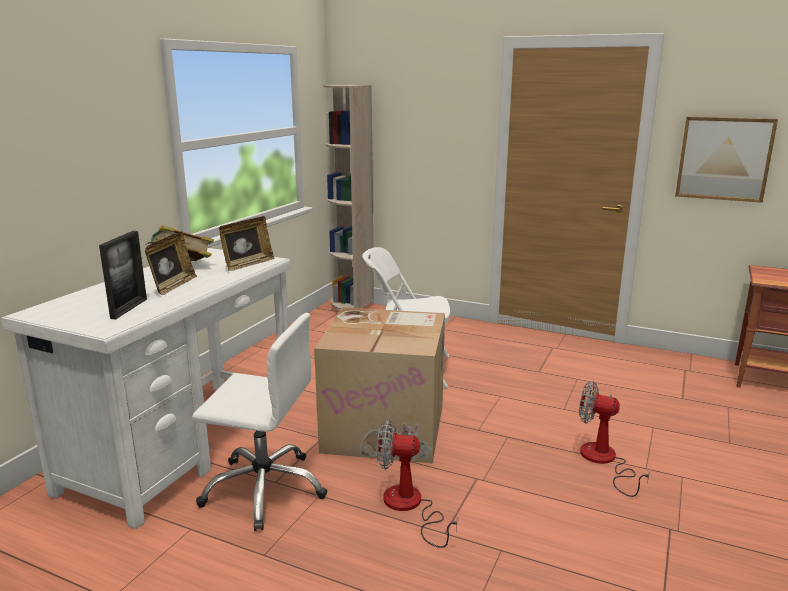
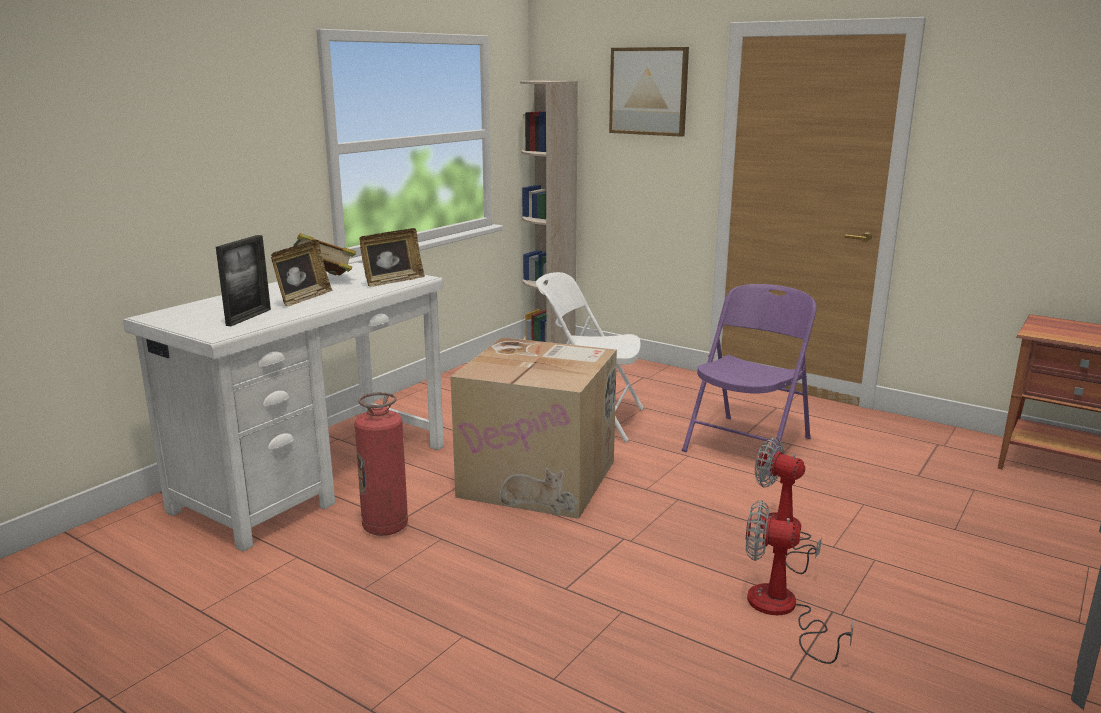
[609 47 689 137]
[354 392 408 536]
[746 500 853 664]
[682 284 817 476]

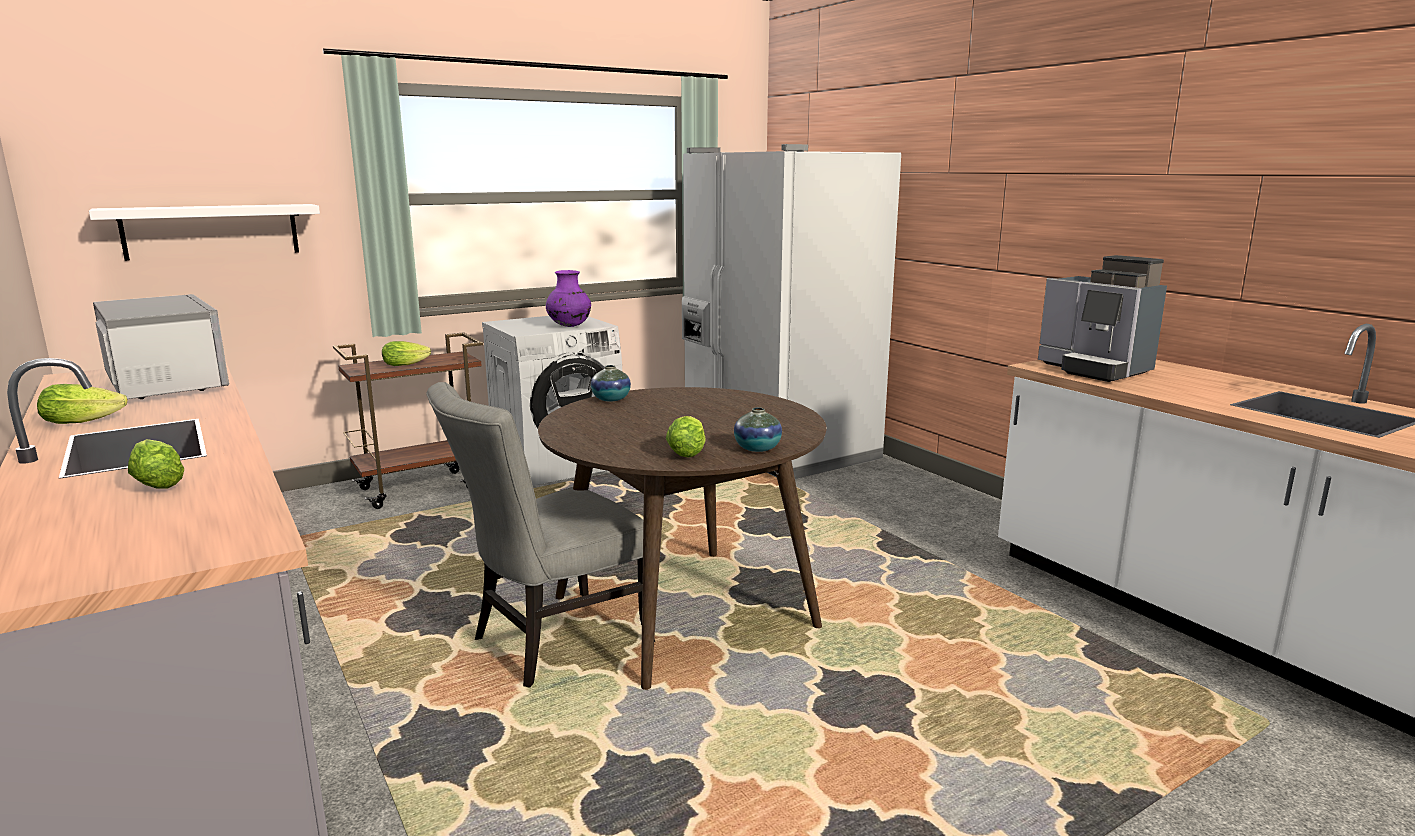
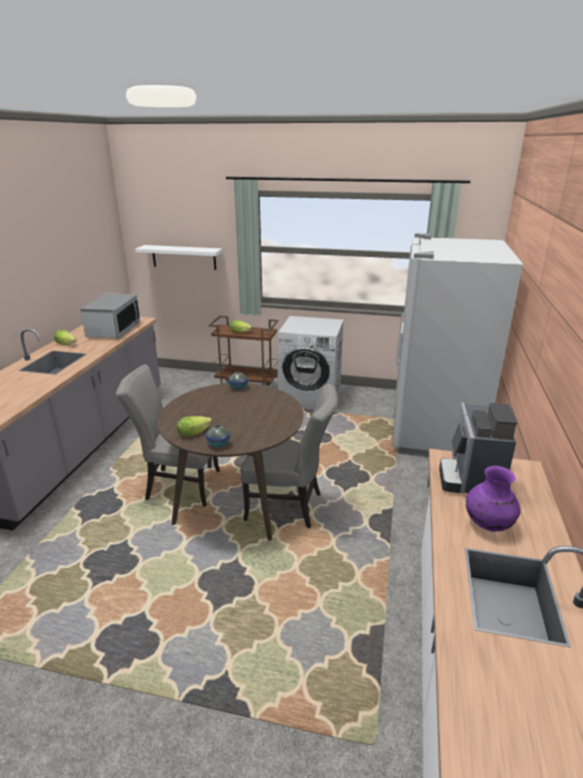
[466 466 521 531]
[128 439 184 489] (first image)
[241 384 338 528]

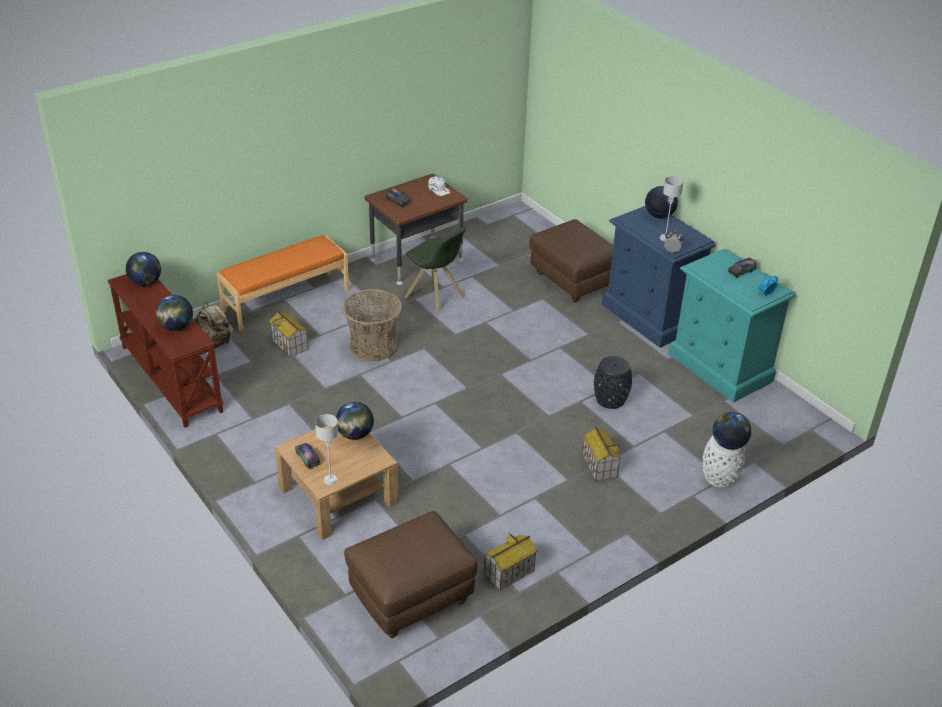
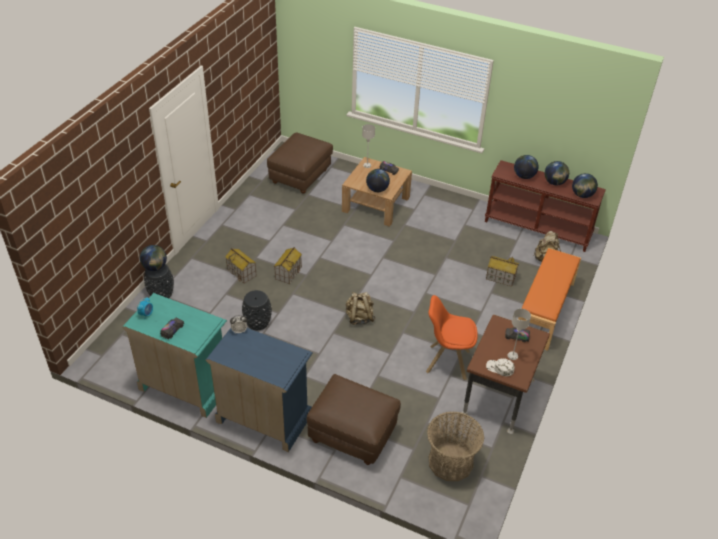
[507 309 531 360]
[545 161 569 185]
[426 295 478 380]
[427 411 484 481]
[144 264 174 298]
[274 247 302 284]
[346 292 376 325]

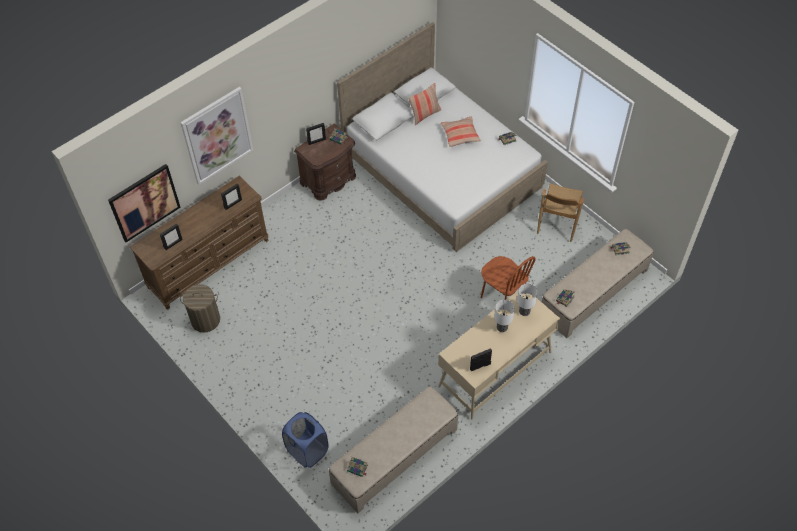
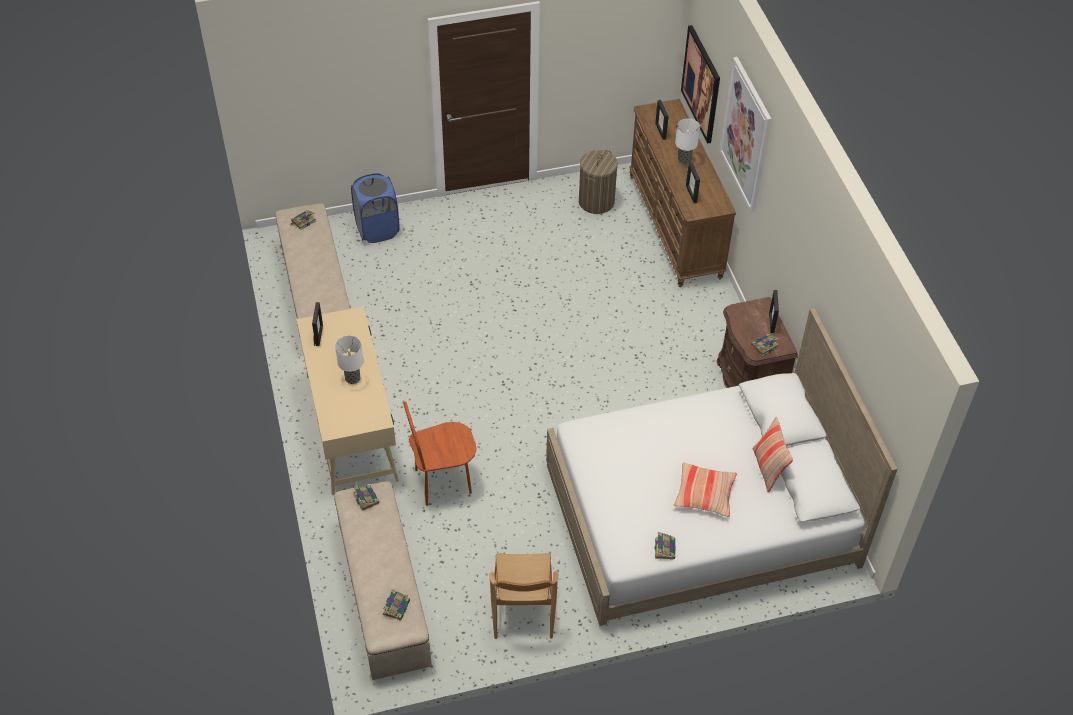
[489 553 559 639]
[675 118 700 165]

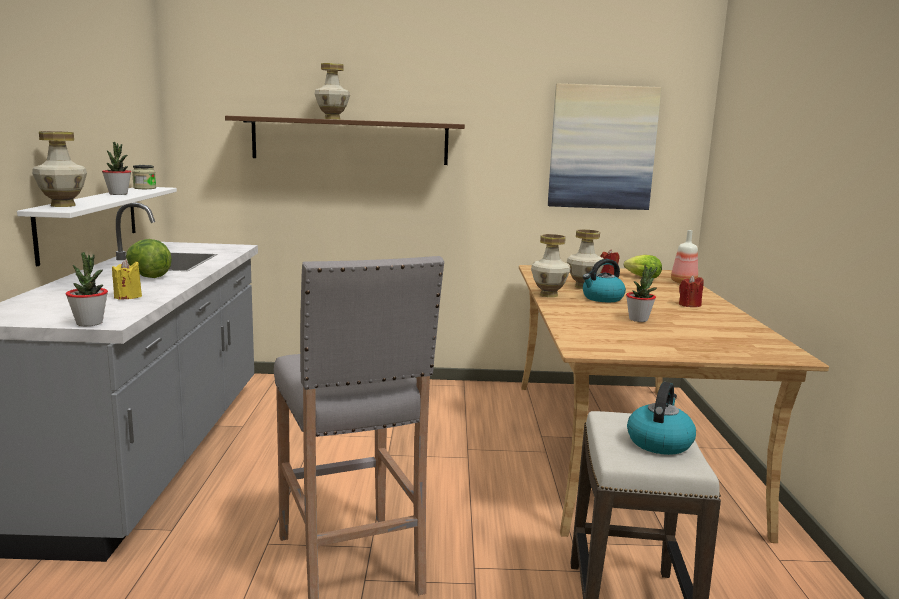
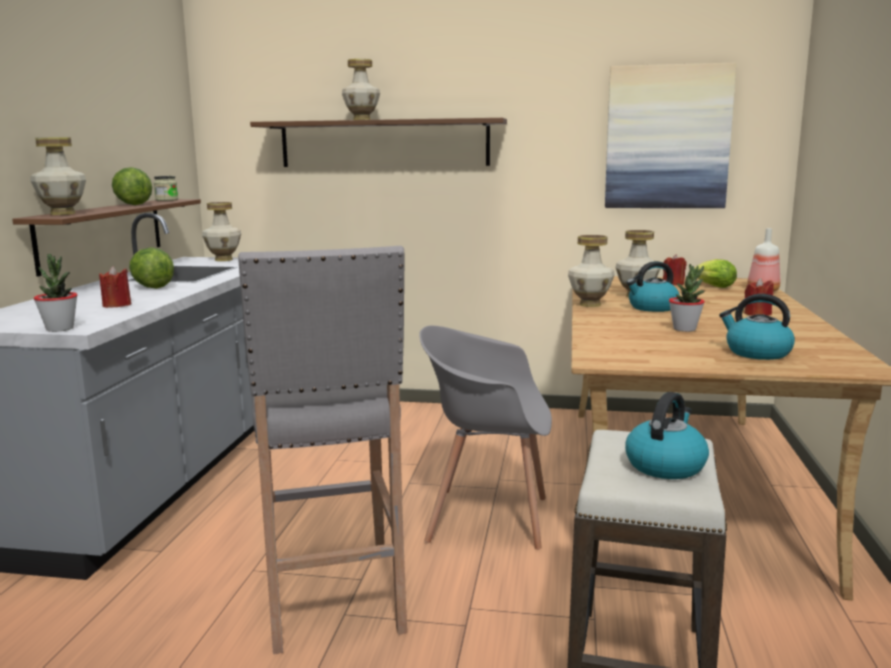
[112 167 152 205]
[12 199 201 277]
[99 266 131 308]
[202 202 241 261]
[719 294 795 360]
[419 326 552 550]

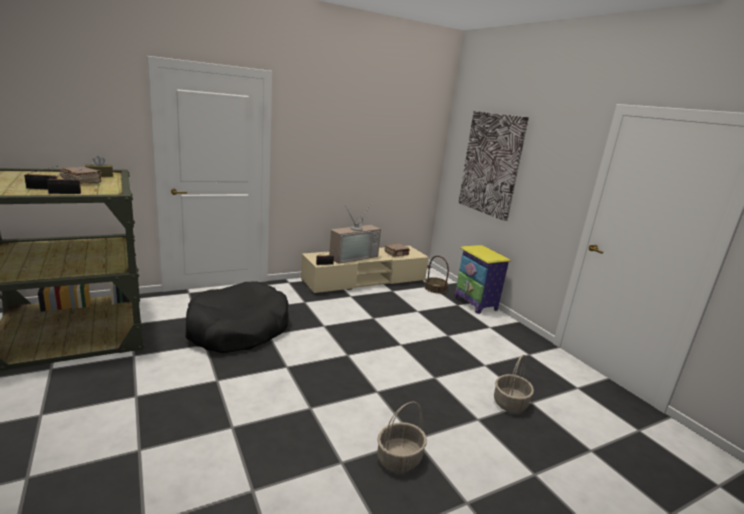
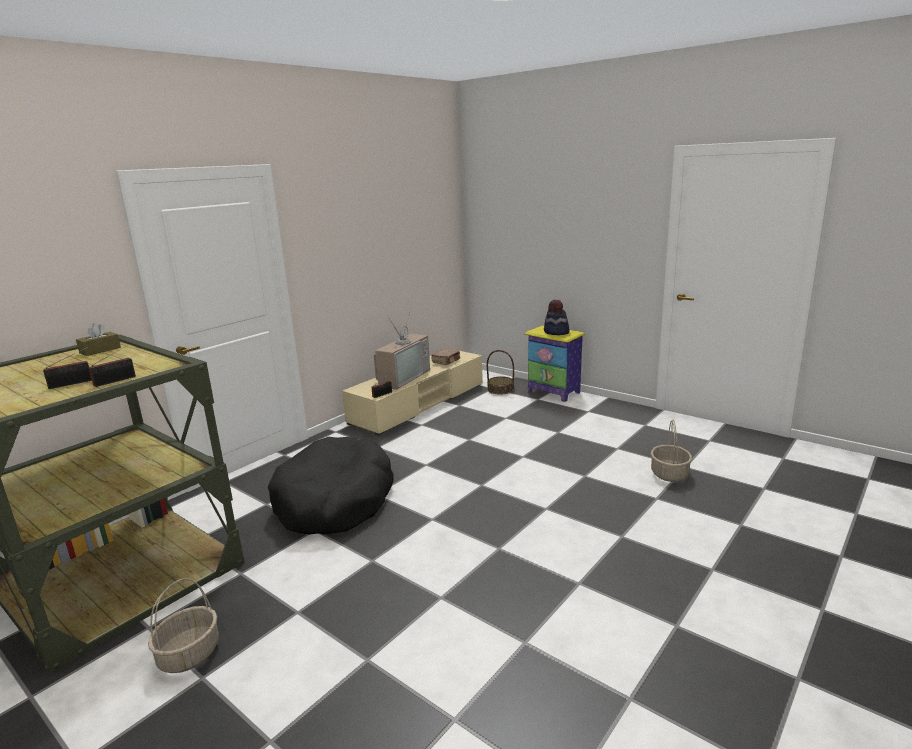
[458 111 529 221] (first image)
[60 166 102 184] (first image)
[148 578 219 673]
[544 300 570 335]

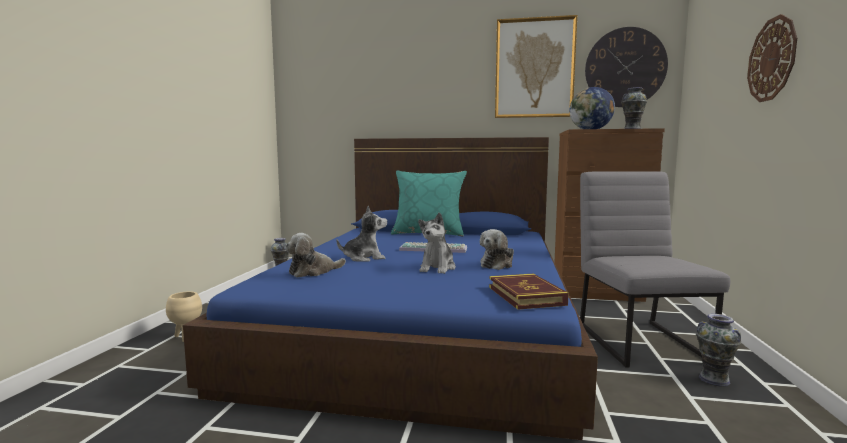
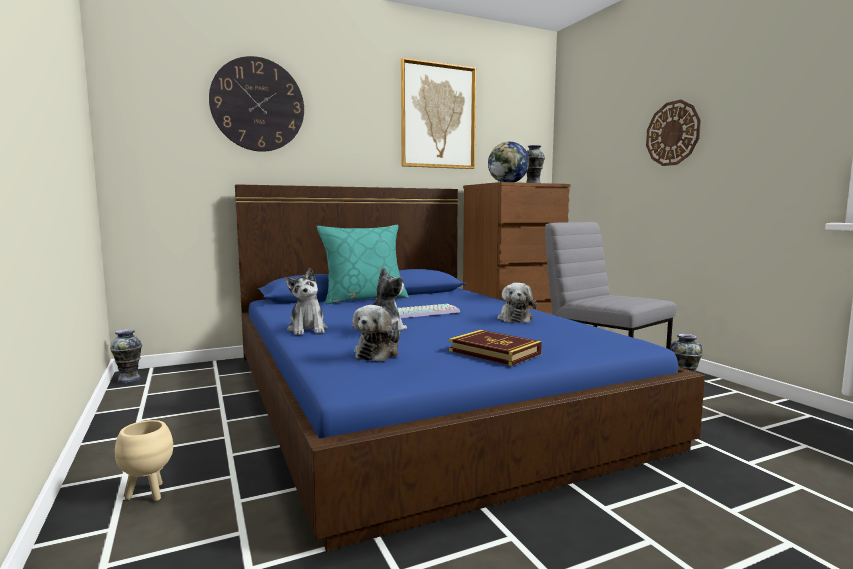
[209 56 304 152]
[285 268 327 335]
[449 330 542 366]

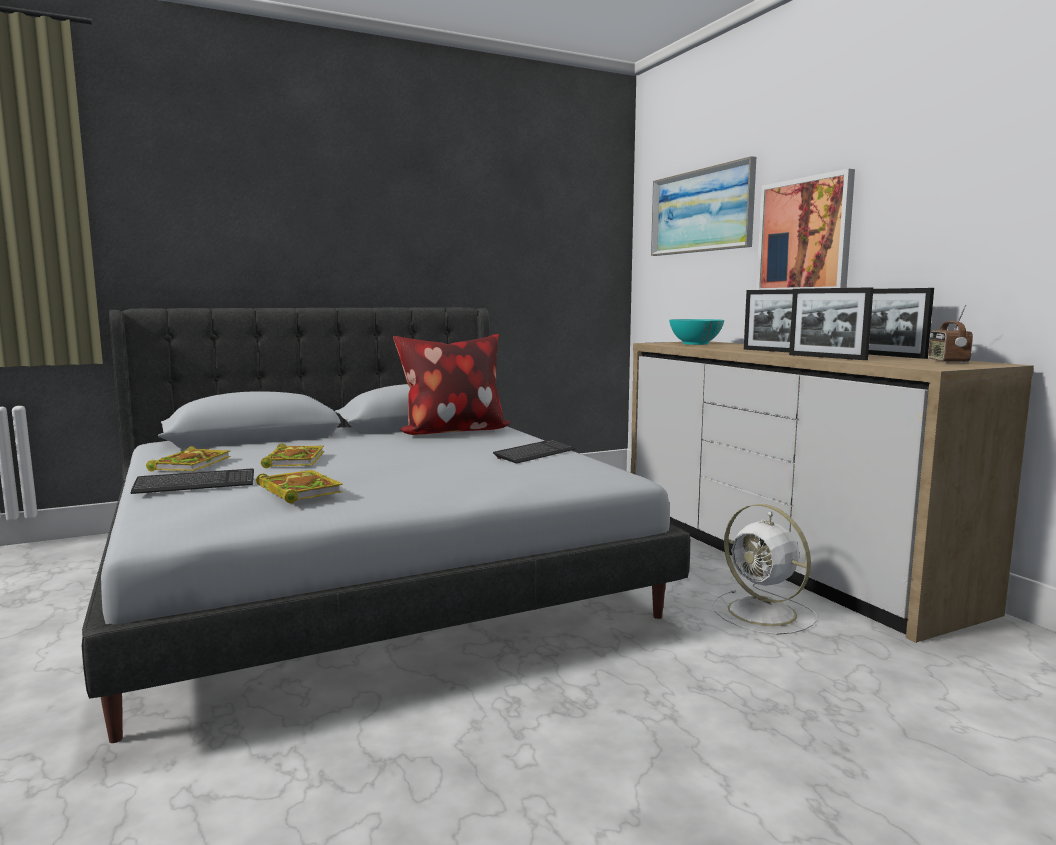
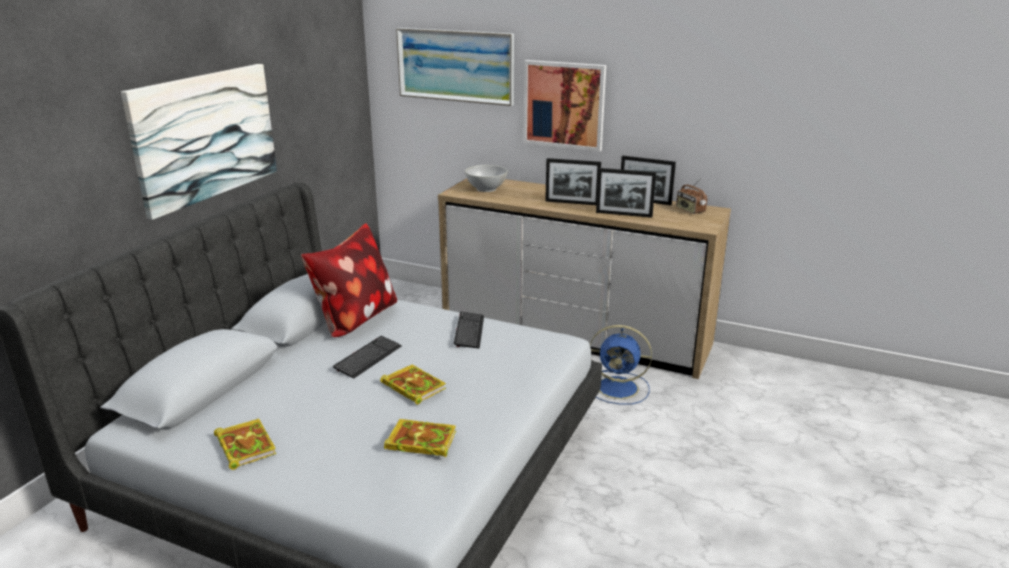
[465 165 508 192]
[380 365 446 405]
[333 336 402 379]
[590 325 652 405]
[121 64 277 220]

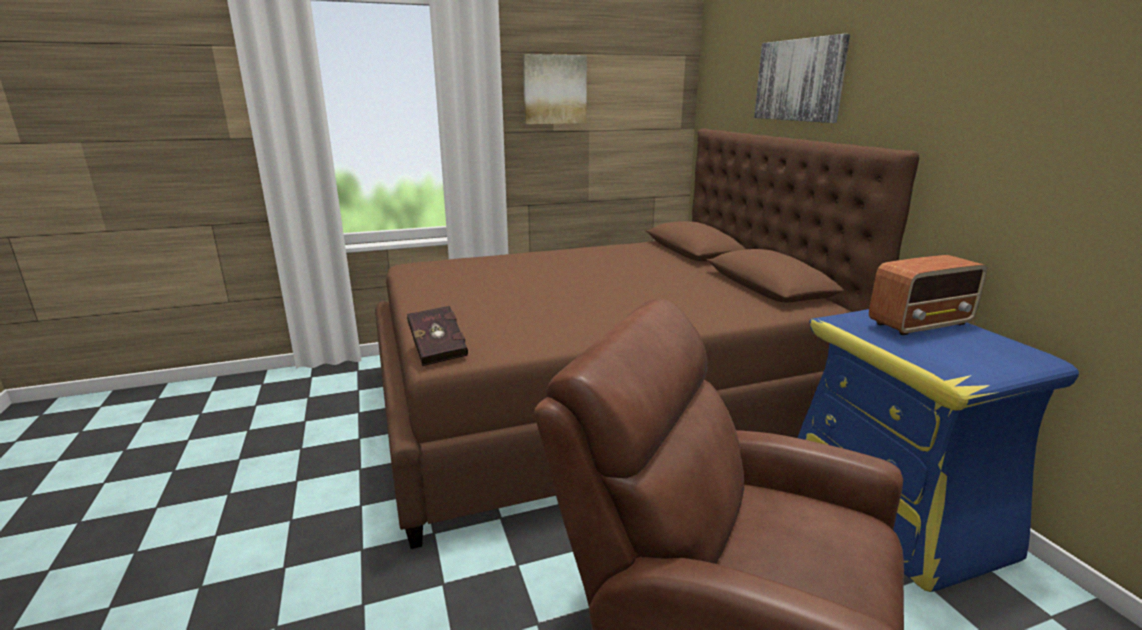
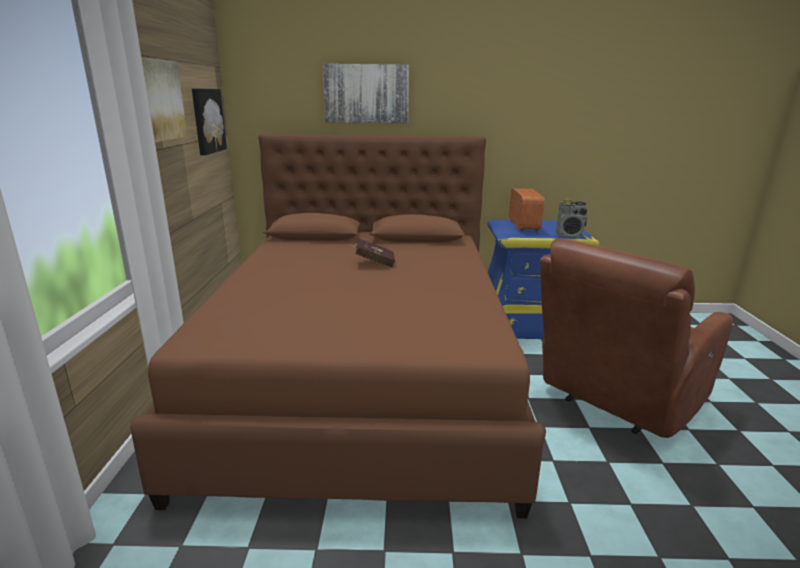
[350 238 395 267]
[192 89 227 155]
[556 199 587 237]

